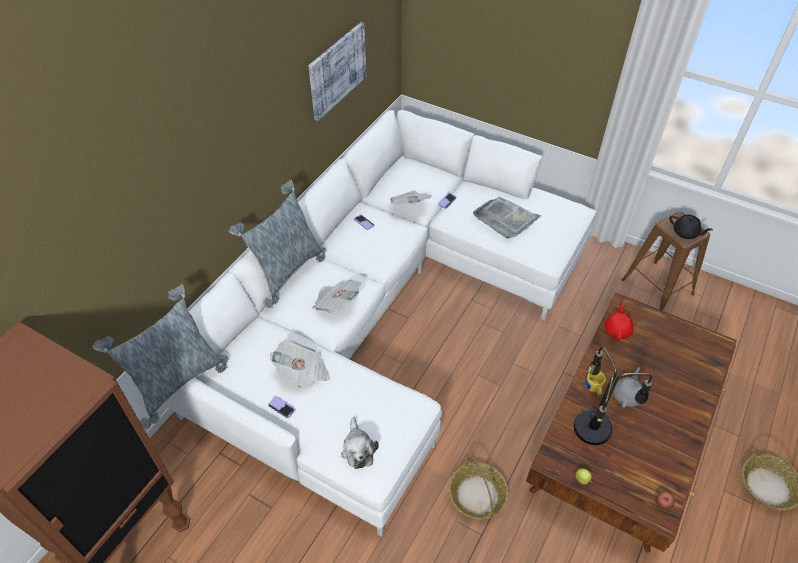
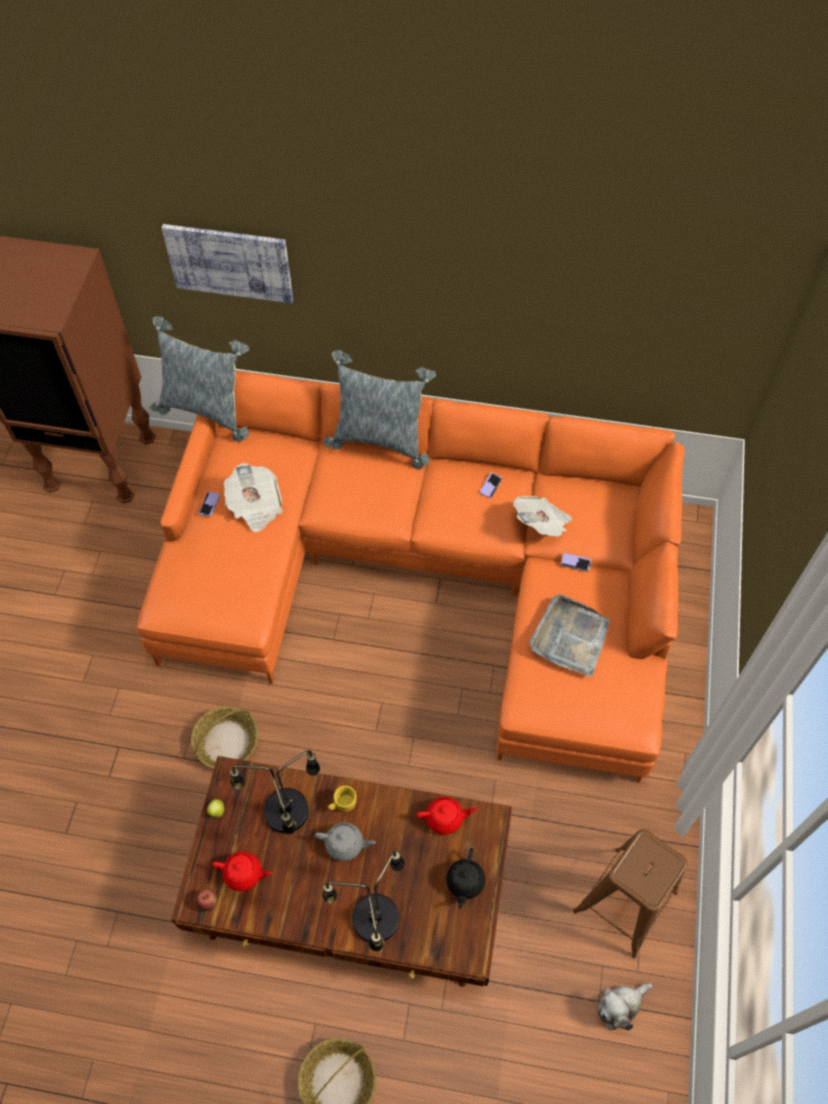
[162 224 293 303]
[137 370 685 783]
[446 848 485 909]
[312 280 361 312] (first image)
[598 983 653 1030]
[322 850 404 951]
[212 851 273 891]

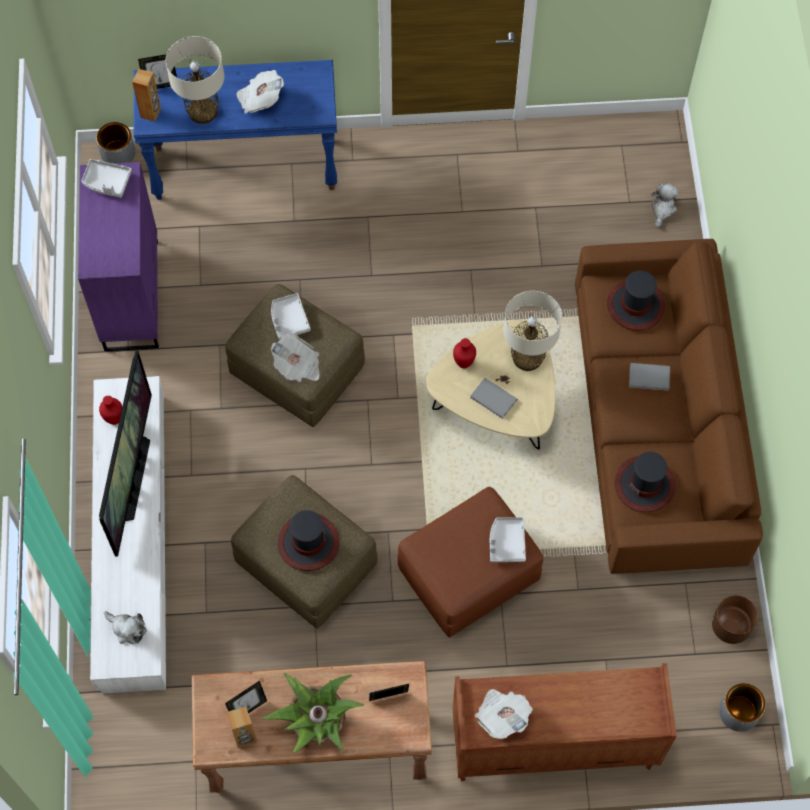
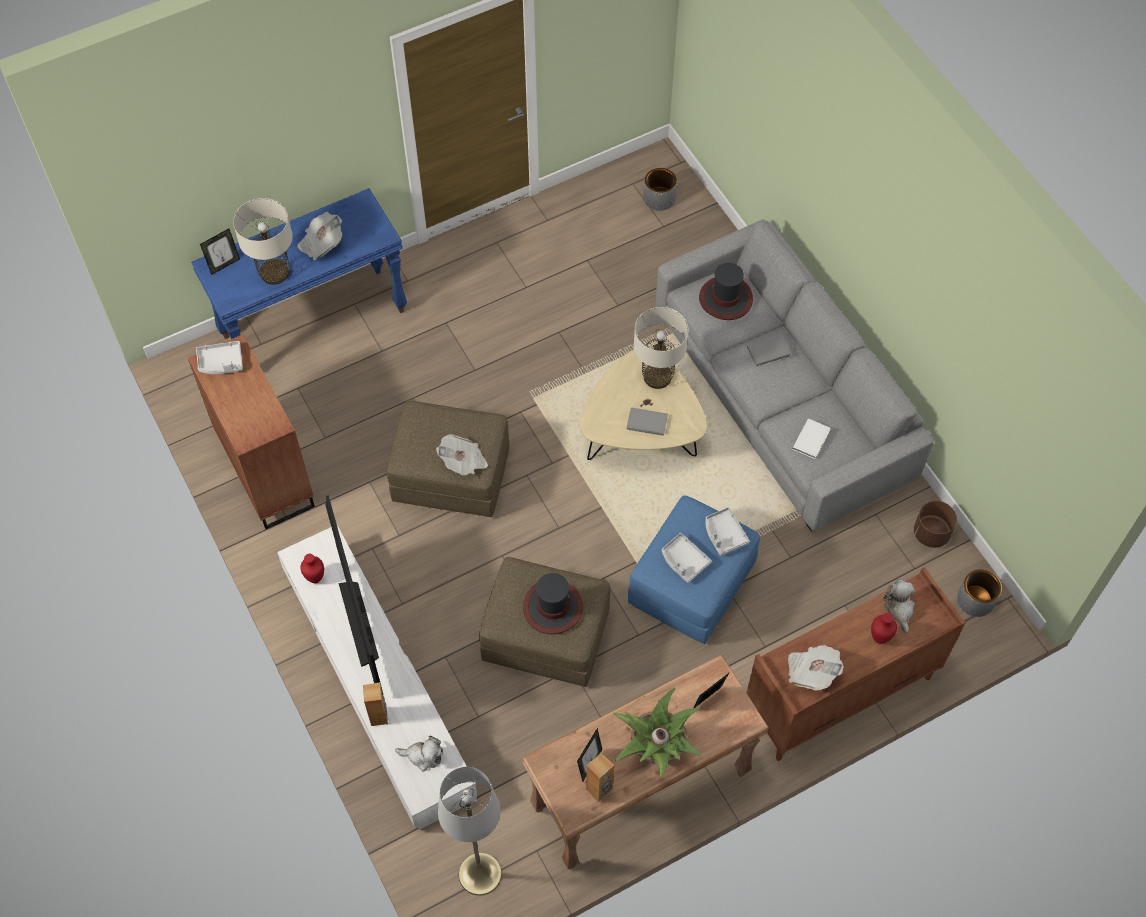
[363 682 388 726]
[643 168 677 211]
[188 334 315 529]
[883 579 915 633]
[655 220 934 532]
[662 533 712 583]
[871 613 897 644]
[793 419 831 459]
[628 496 760 644]
[438 767 502 896]

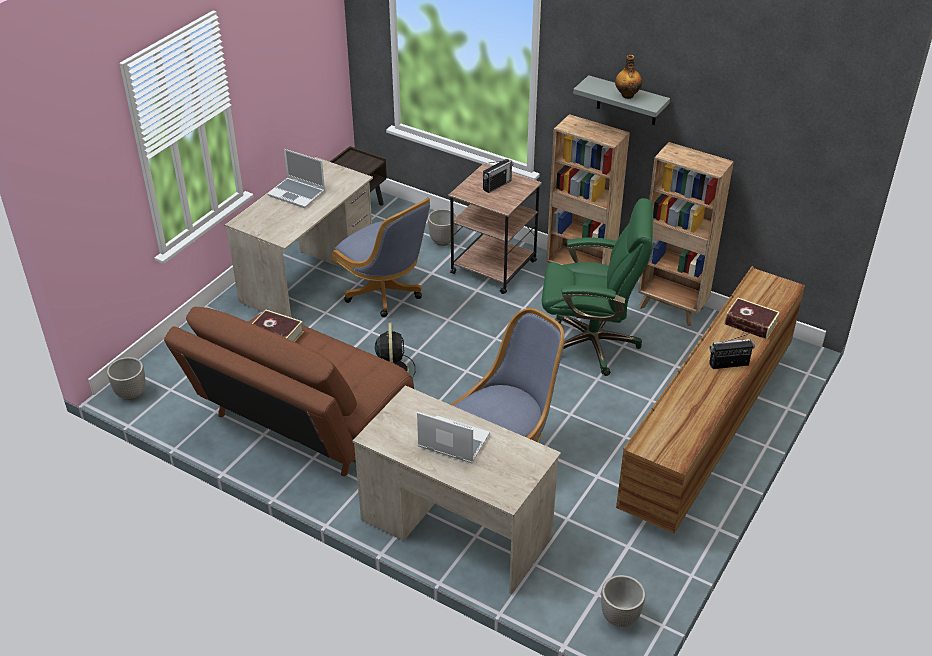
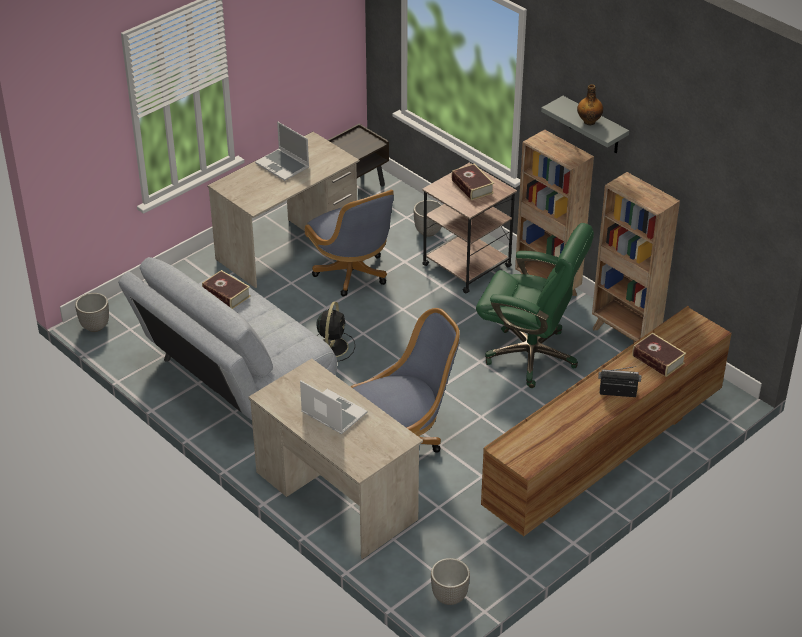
[452 164 494 200]
[118 257 337 420]

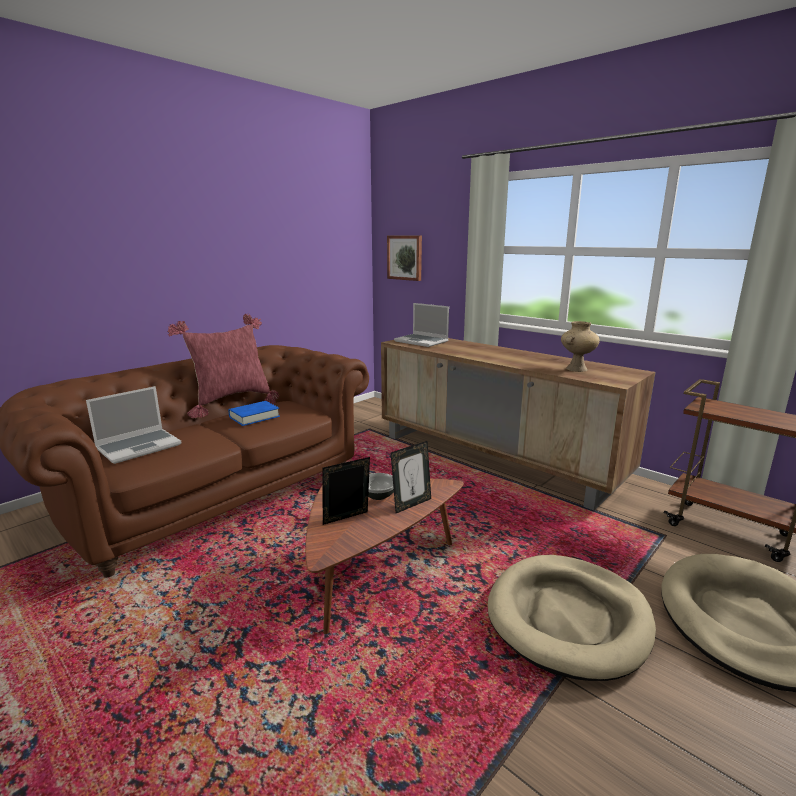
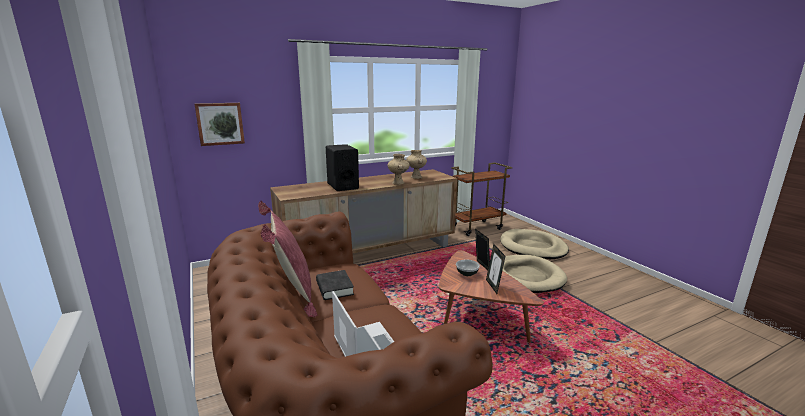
[394 303 449 347] (first image)
[316 270 354 300]
[326 144 359 191]
[387 154 410 185]

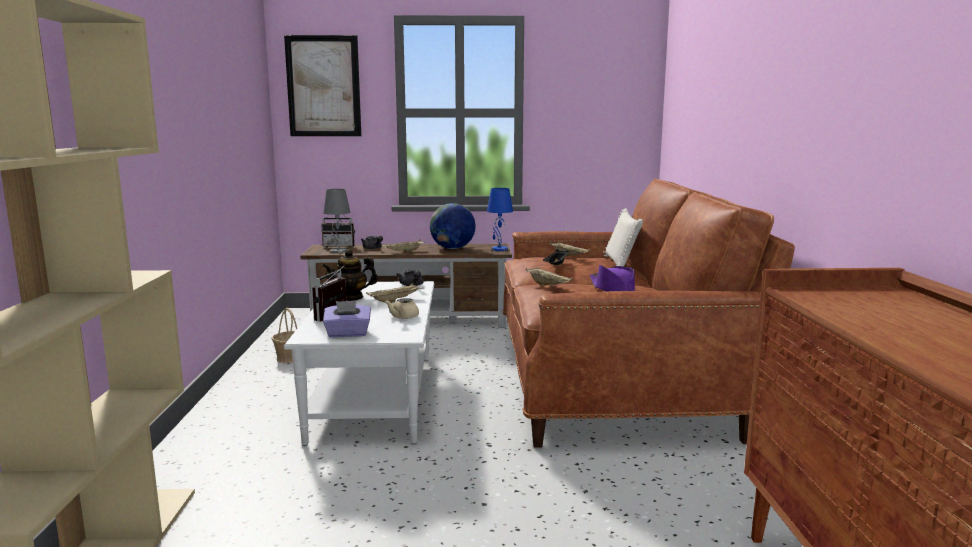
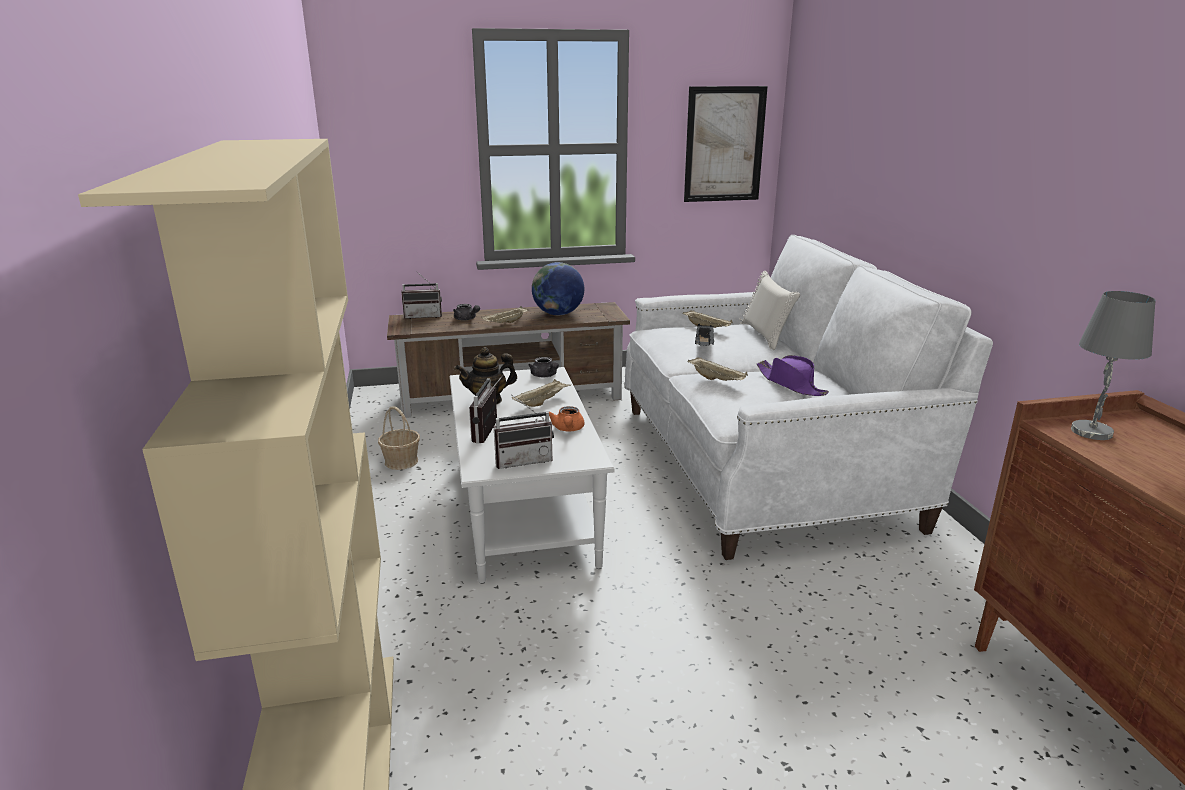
[684 86 768 202]
[624 235 993 560]
[487 188 513 251] (first image)
[1071 291 1155 440]
[548 406 584 431]
[494 394 554 469]

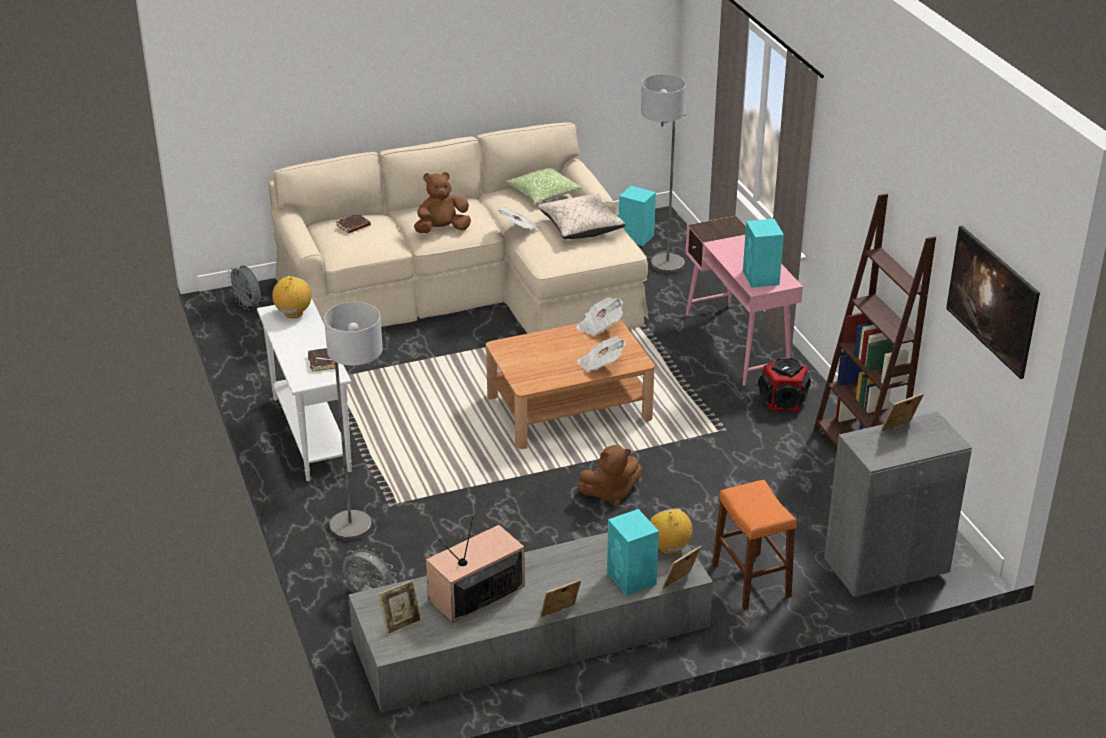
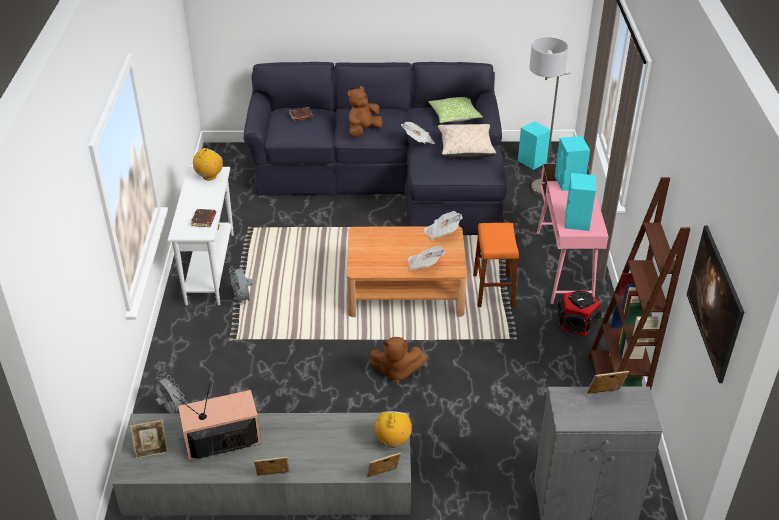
[244 62 507 235]
[348 86 383 137]
[229 266 253 305]
[316 302 383 541] (first image)
[473 223 519 307]
[555 136 590 191]

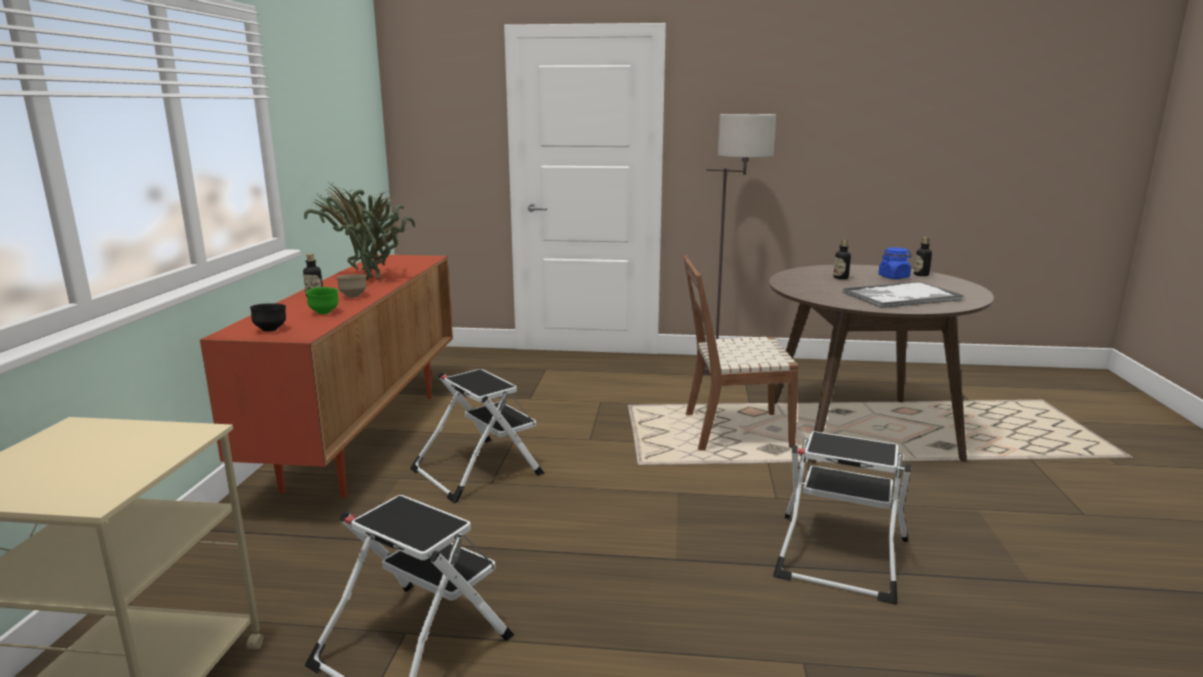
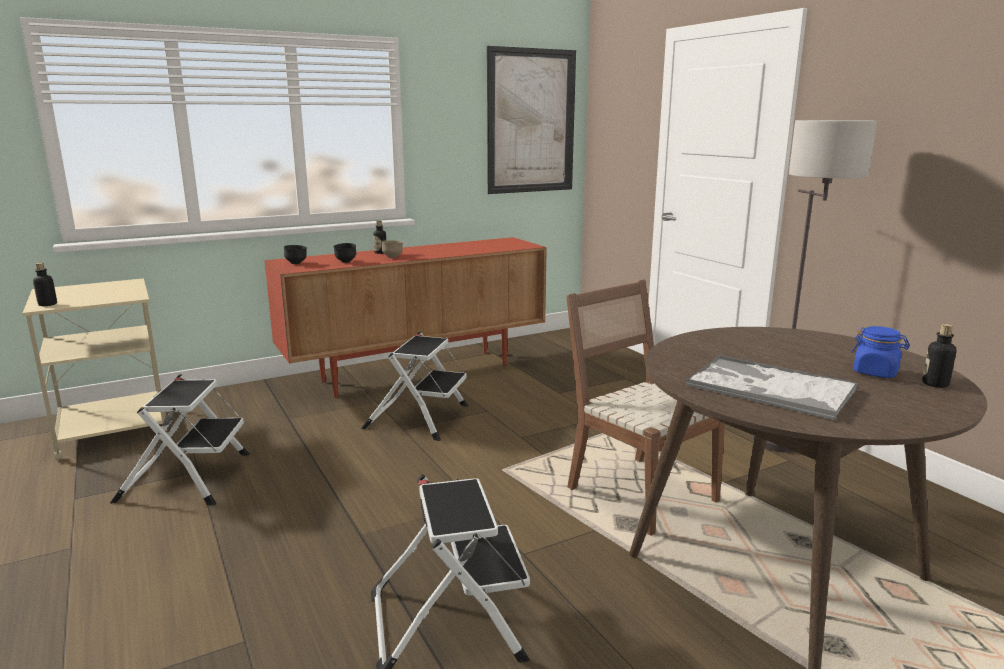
[304 183 415 280] (first image)
[33 263 57 306]
[333 243 356 263]
[487 46 576 194]

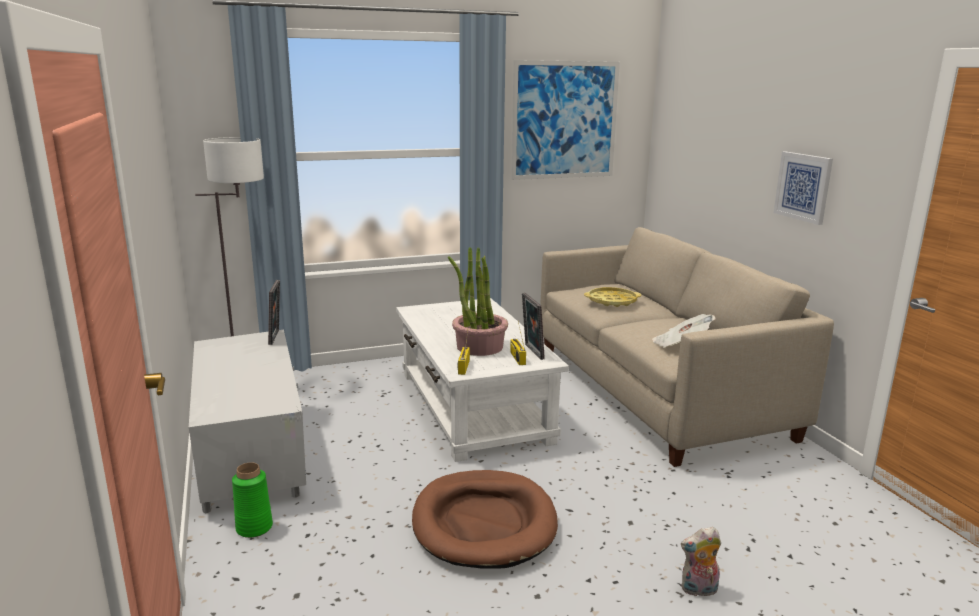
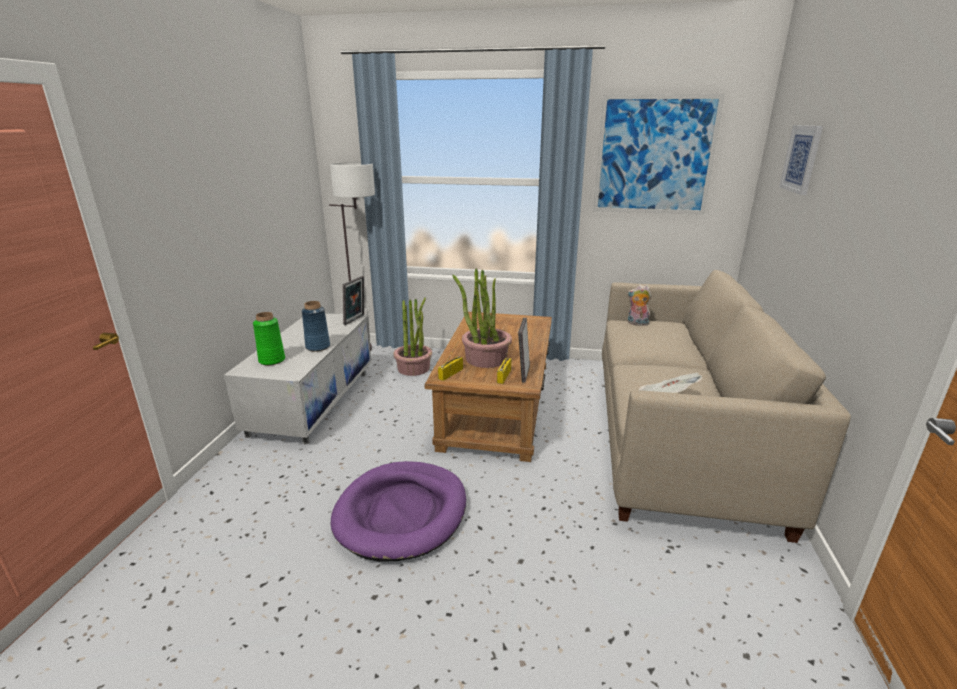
[779 125 823 195]
[584 287 642 307] (first image)
[424 312 552 462]
[253 312 285 365]
[331 461 466 562]
[627 285 651 326]
[393 297 432 376]
[302 301 330 352]

